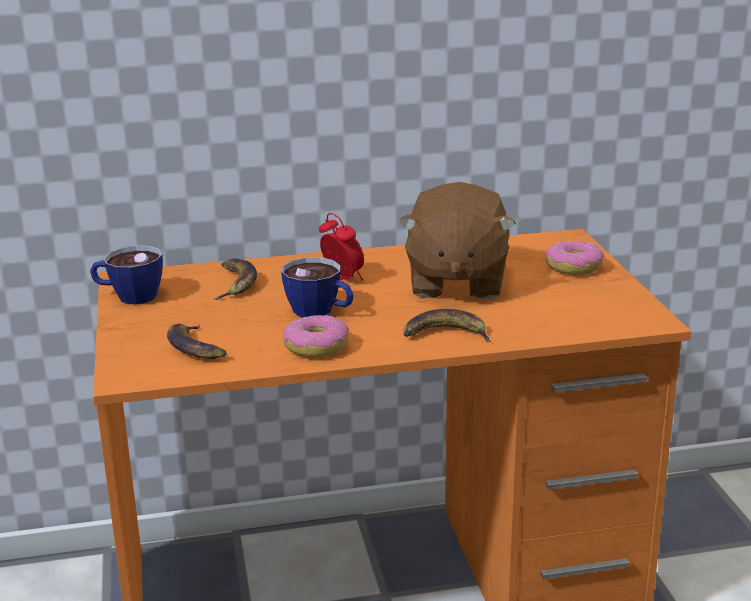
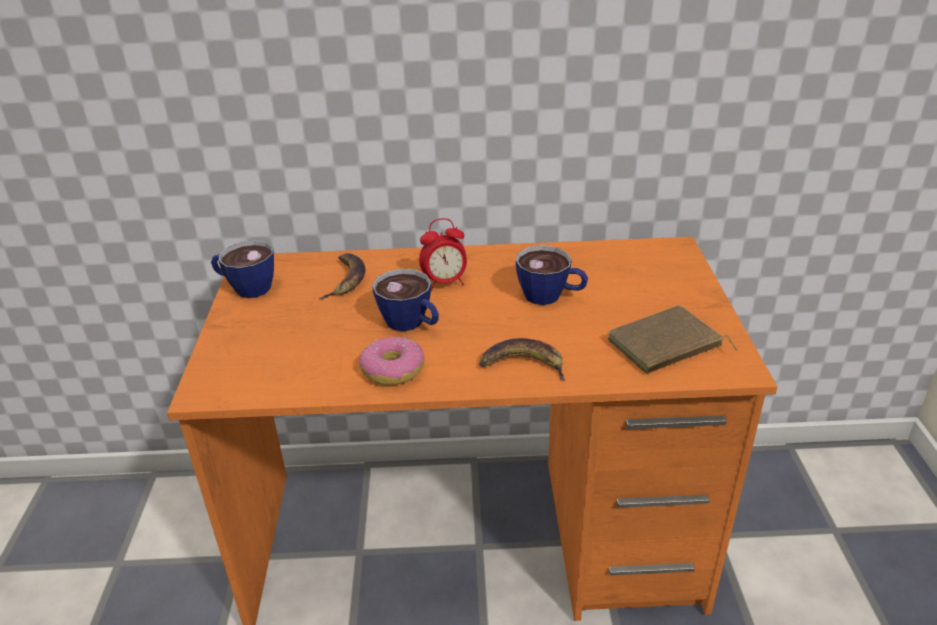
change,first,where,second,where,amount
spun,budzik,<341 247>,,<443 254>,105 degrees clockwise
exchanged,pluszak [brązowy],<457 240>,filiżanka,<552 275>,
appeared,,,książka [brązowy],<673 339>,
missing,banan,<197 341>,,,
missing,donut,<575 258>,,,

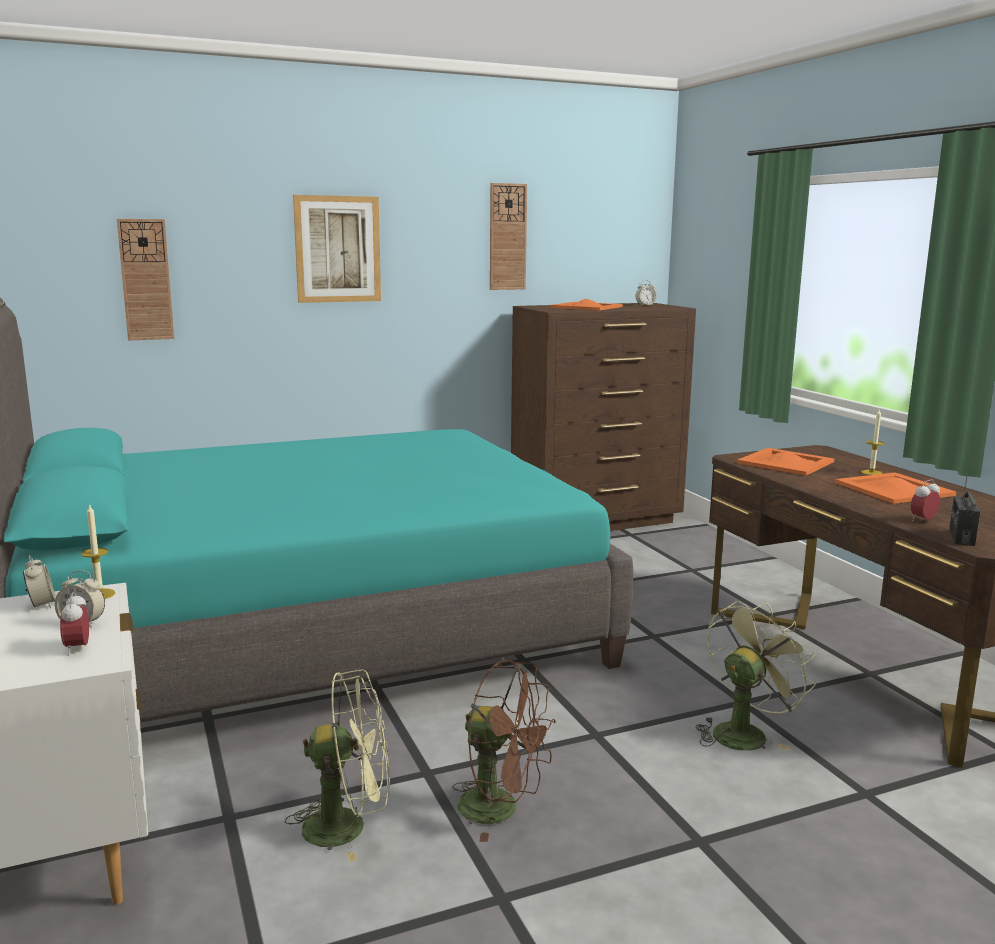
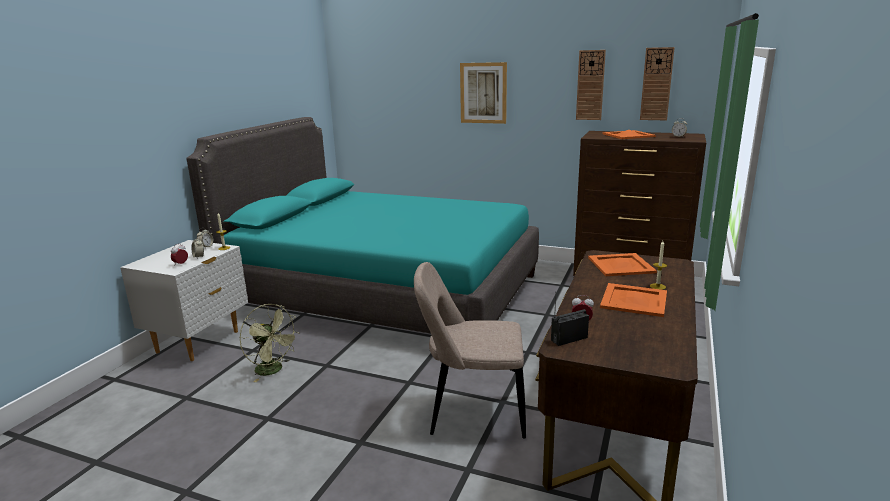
change,first,where,second,where,amount
exchanged,wentylator [zielony],<756 676>,krzesło [beżowy],<470 350>,
relocated,zegar ścienny,<145 279>,,<657 83>,
missing,wentylator [brązowy],<504 751>,,,

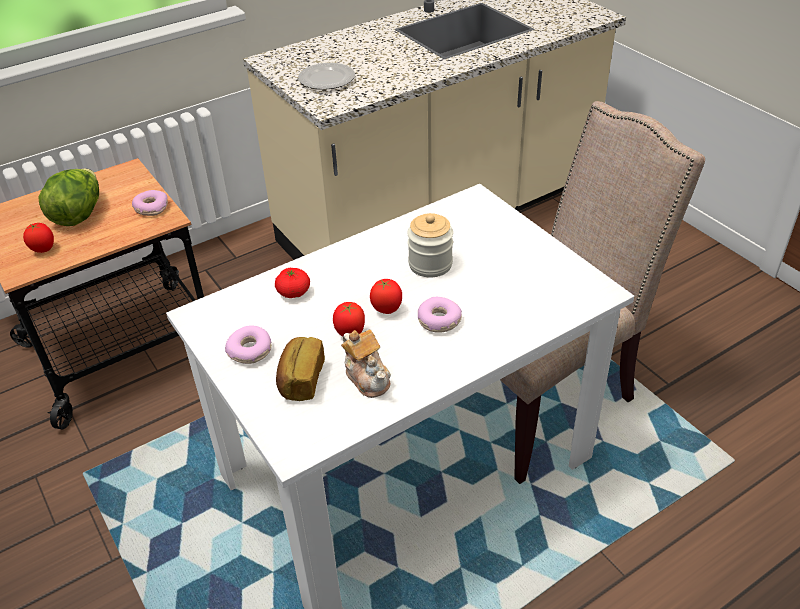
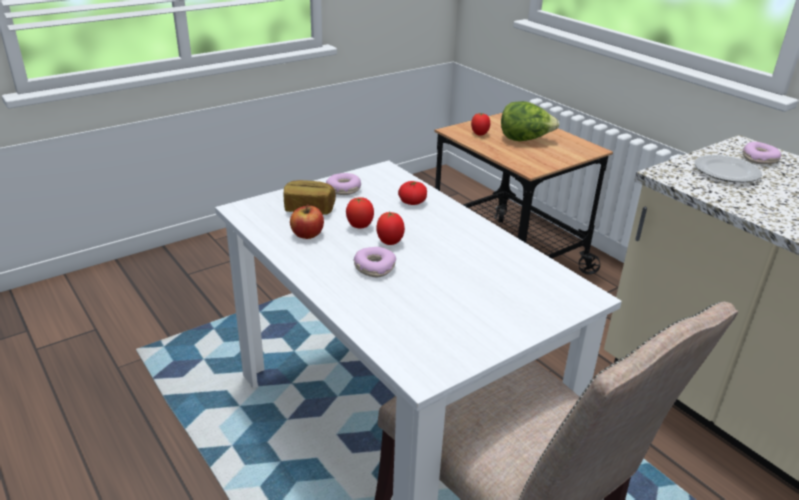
change,first,where,second,where,amount
exchanged,imbryk,<366 363>,jabłko,<307 221>,
relocated,donut,<150 203>,,<762 153>,
missing,słoik,<430 245>,,,

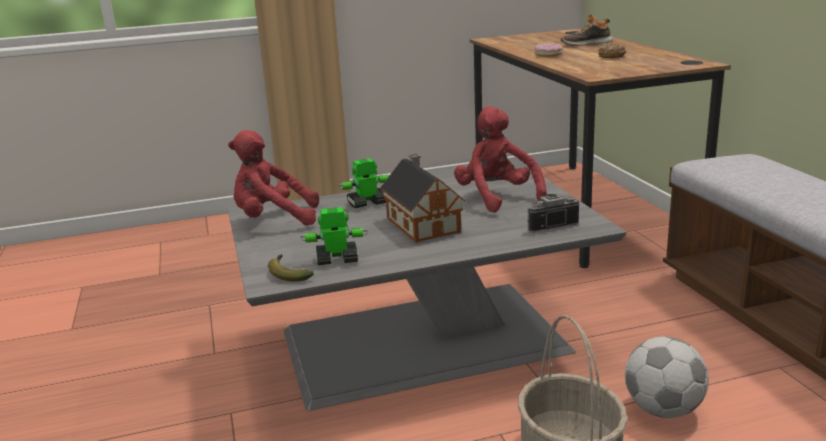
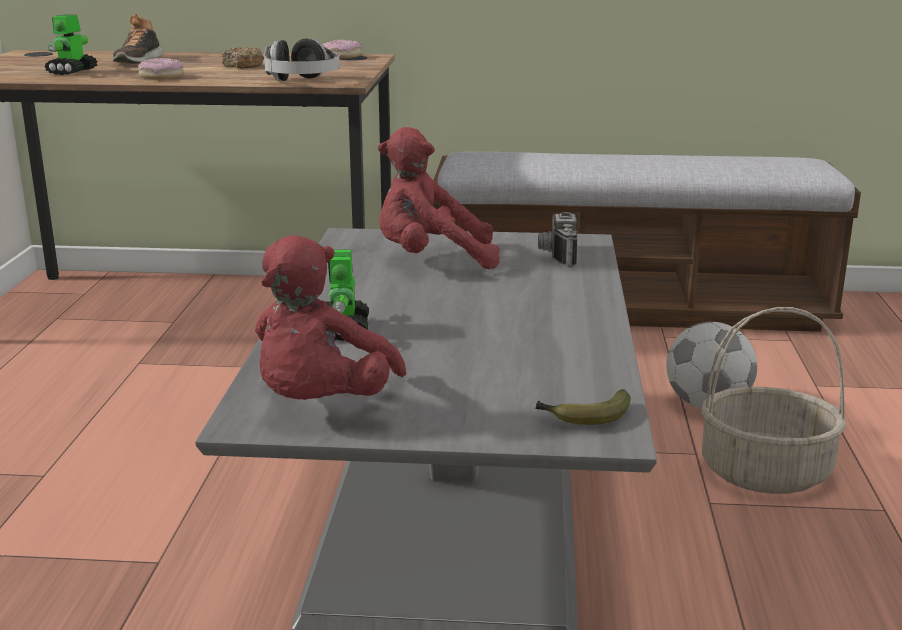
change,first,where,second,where,amount
relocated,robot zabawkowy,<334 236>,,<71 45>,
appeared,,,słuchawki,<302 60>,
appeared,,,donut,<342 49>,
missing,domek,<422 198>,,,

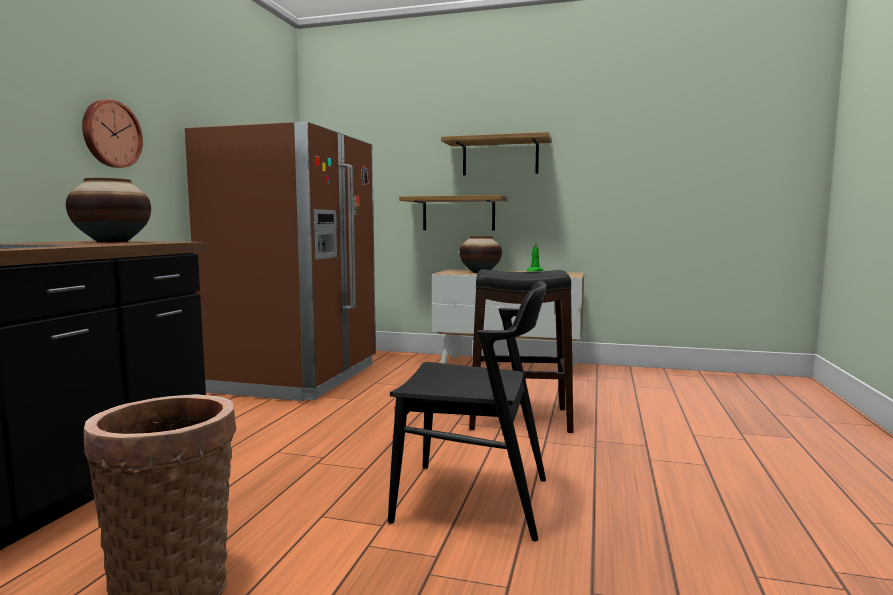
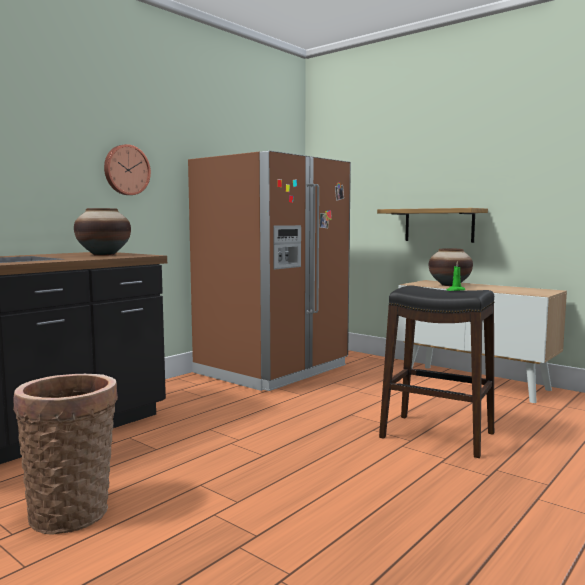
change,first,where,second,where,amount
missing,krzesło [czarny],<467 411>,,,
missing,półka,<496 153>,,,

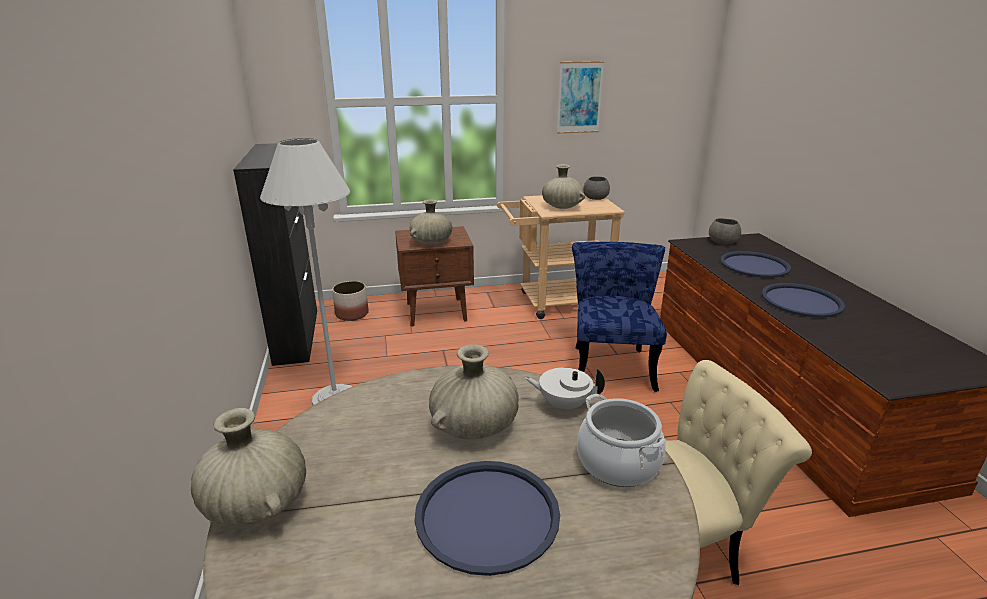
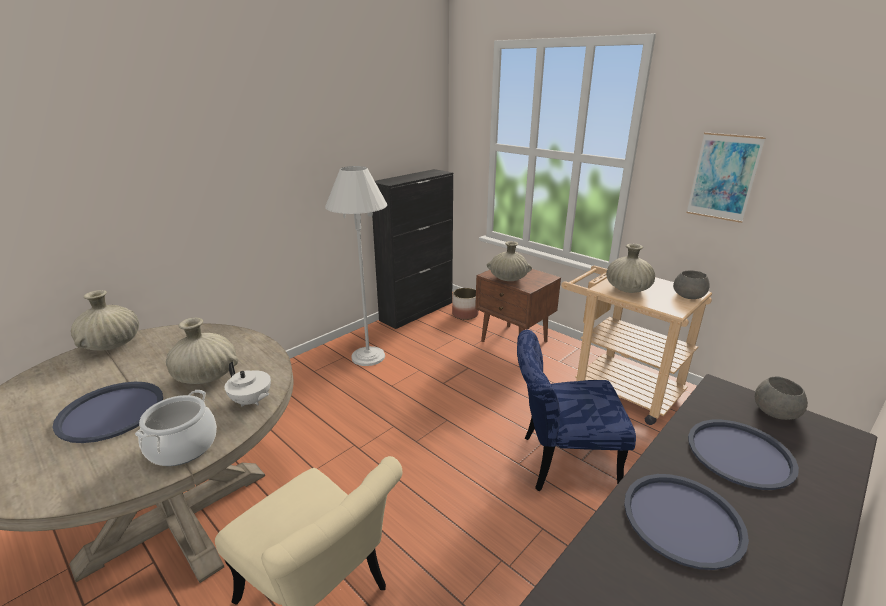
change,first,where,second,where,amount
spun,imbryk [biały],<564 390>,,<247 384>,150 degrees clockwise
spun,krzesło [niebieski],<619 317>,,<576 410>,150 degrees counterclockwise

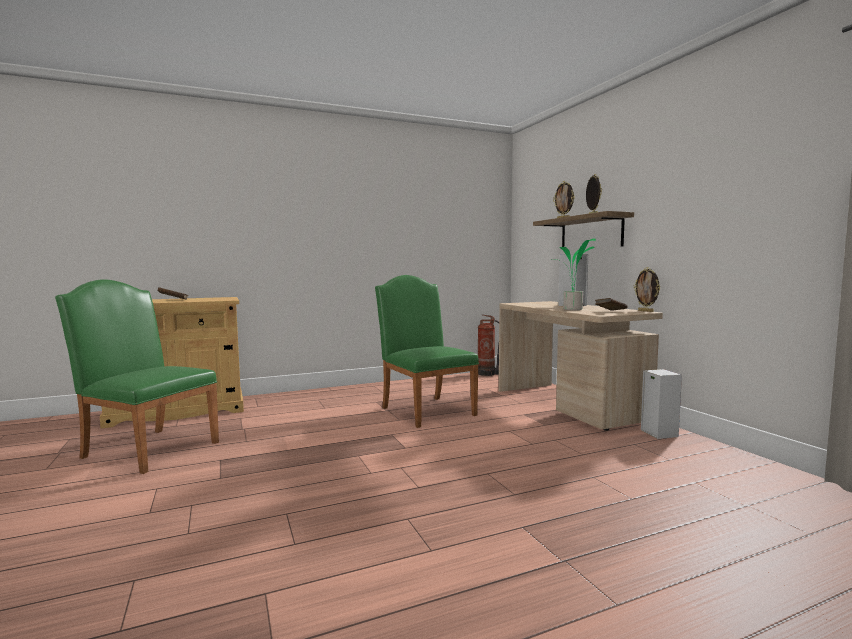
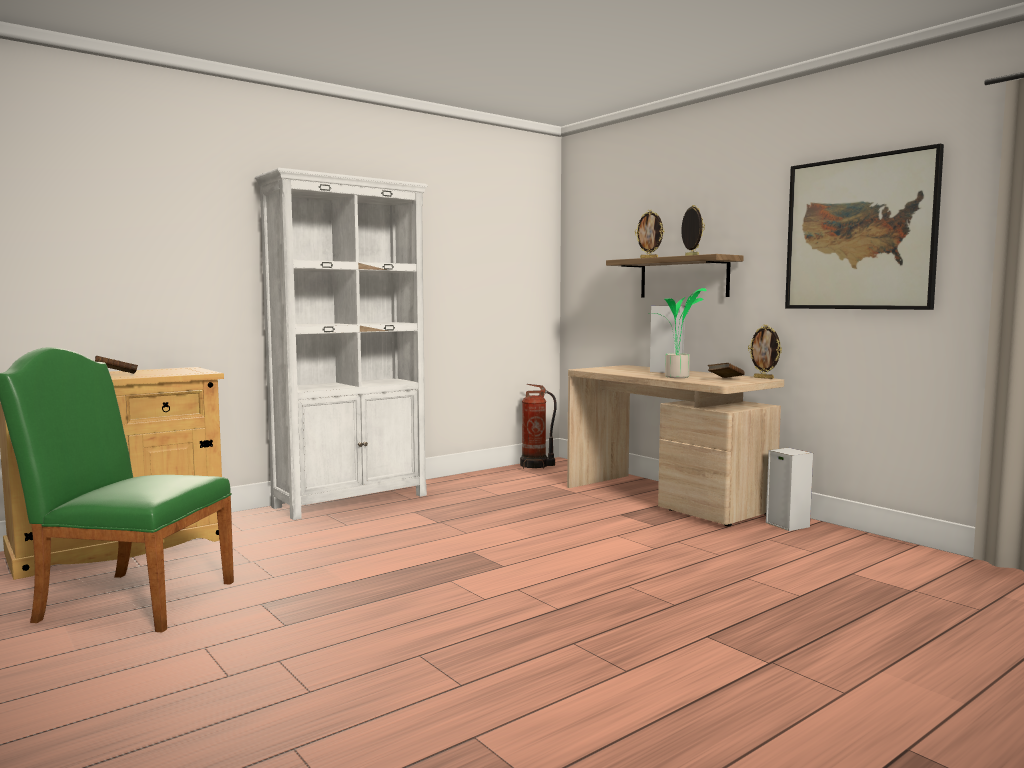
change,first,where,second,where,amount
appeared,,,regał [biały],<341 344>,
appeared,,,obraz,<864 227>,
missing,krzesło [zielony],<427 351>,,,

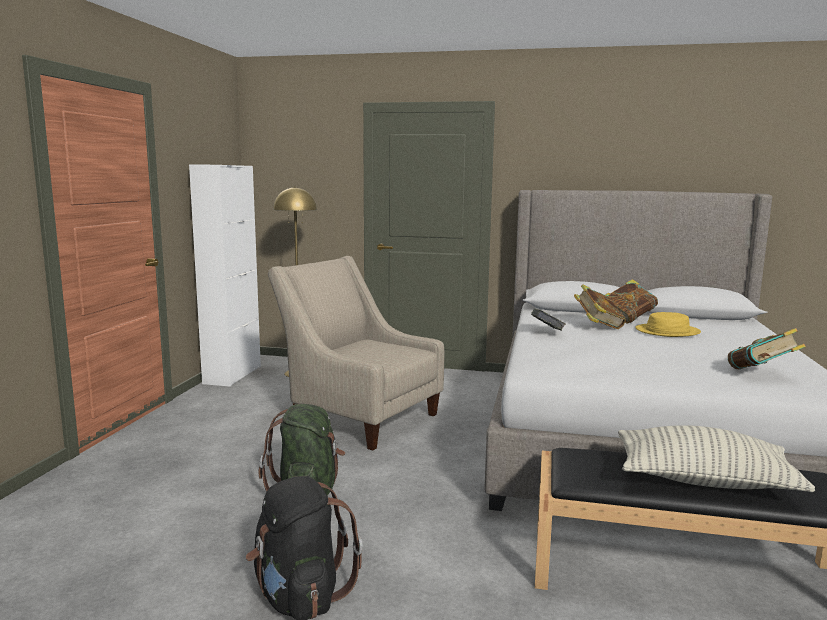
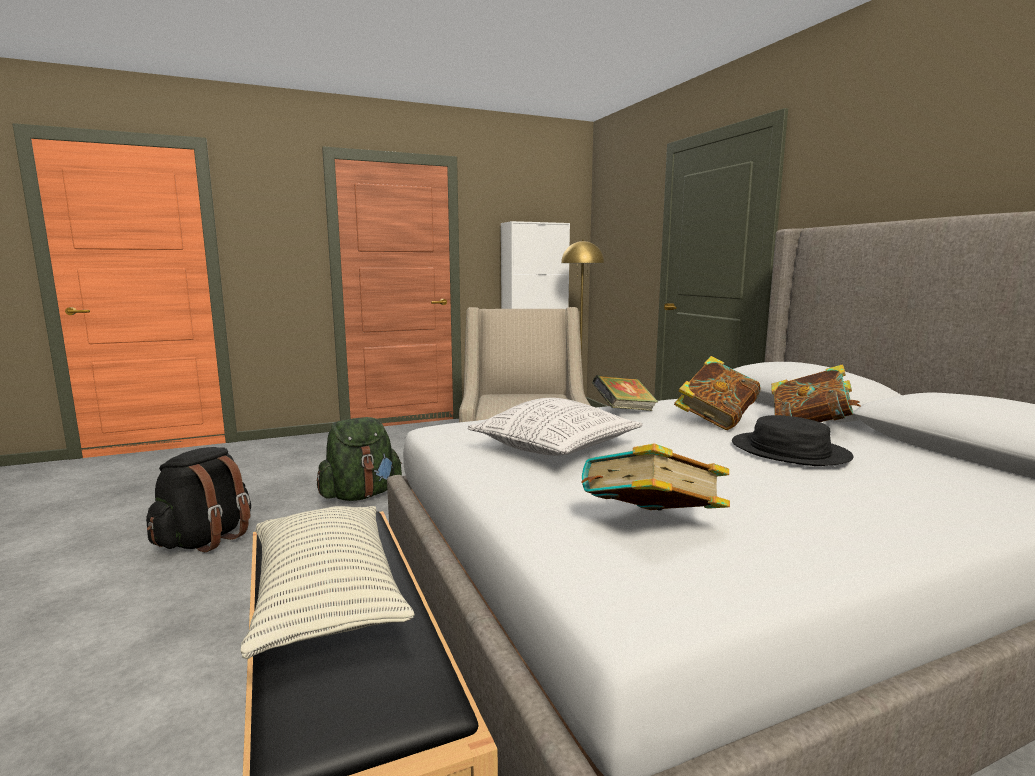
change,first,where,second,where,amount
appeared,,,poduszka,<555 427>,
colour,kapelusz [żółty],<668 324>,kapelusz [czarny],<792 440>,

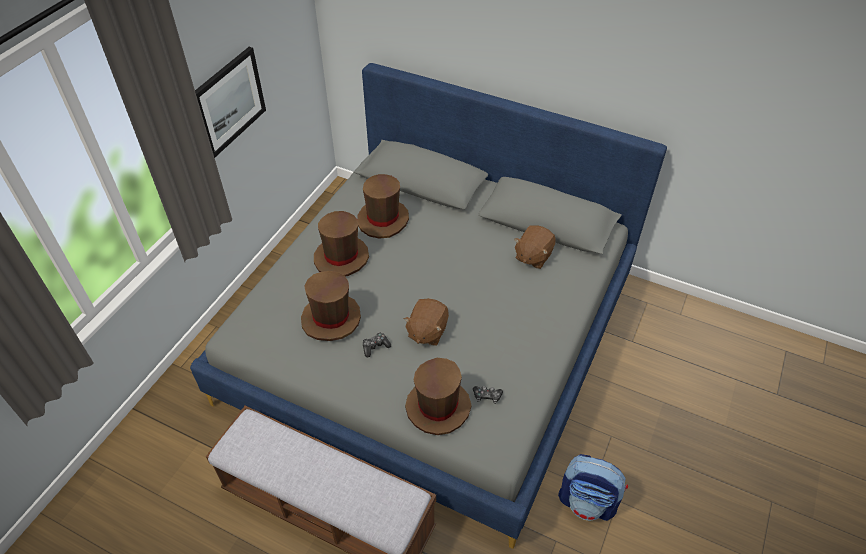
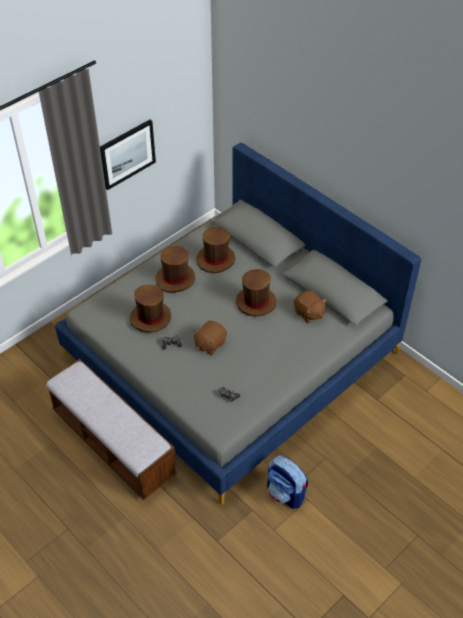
change,first,where,second,where,amount
relocated,kapelusz [brązowy],<438 396>,,<256 293>,
spun,pluszak [brązowy],<534 247>,,<310 306>,90 degrees counterclockwise

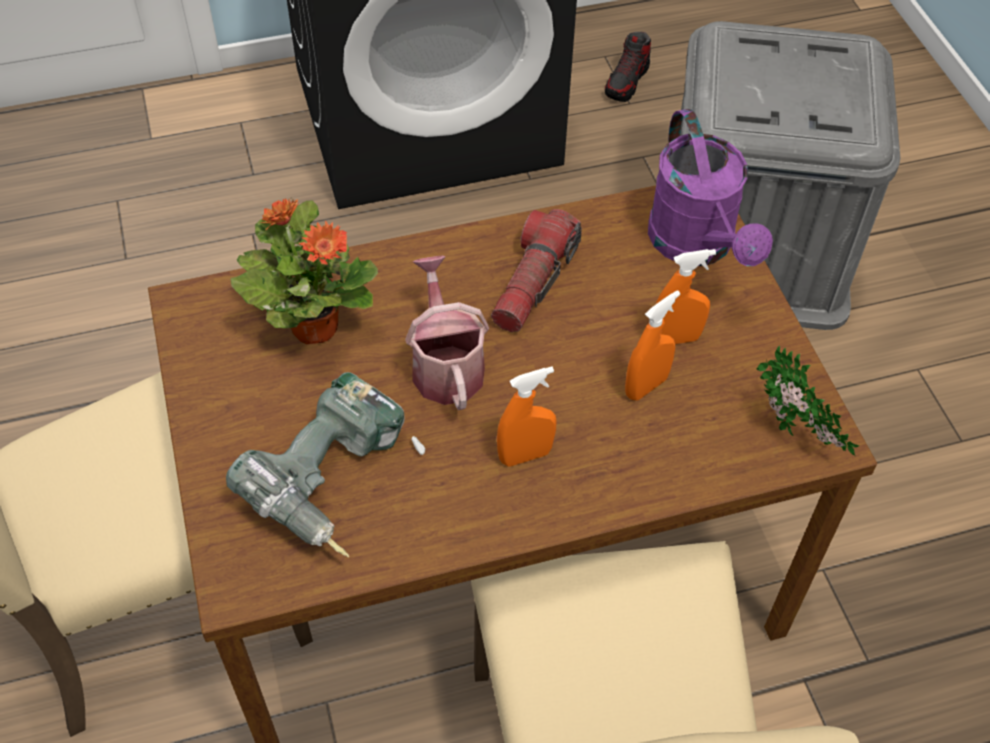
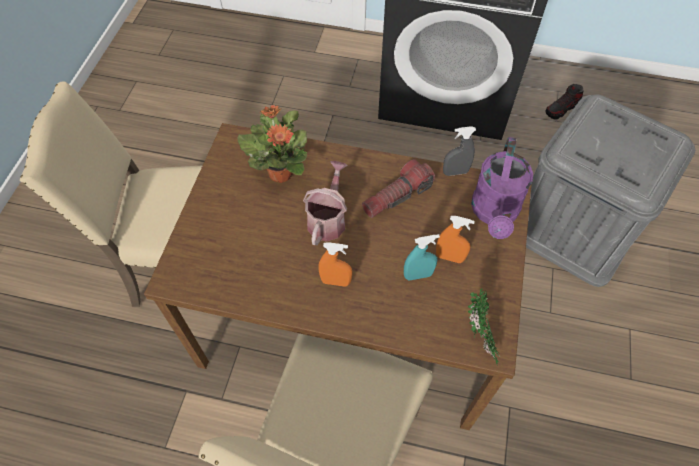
change,first,where,second,where,amount
colour,spryskiwacz [pomarańczowy],<652 345>,spryskiwacz [turkusowy],<422 257>,
appeared,,,spryskiwacz [szary],<459 151>,
missing,wiertarka,<325 464>,,,

